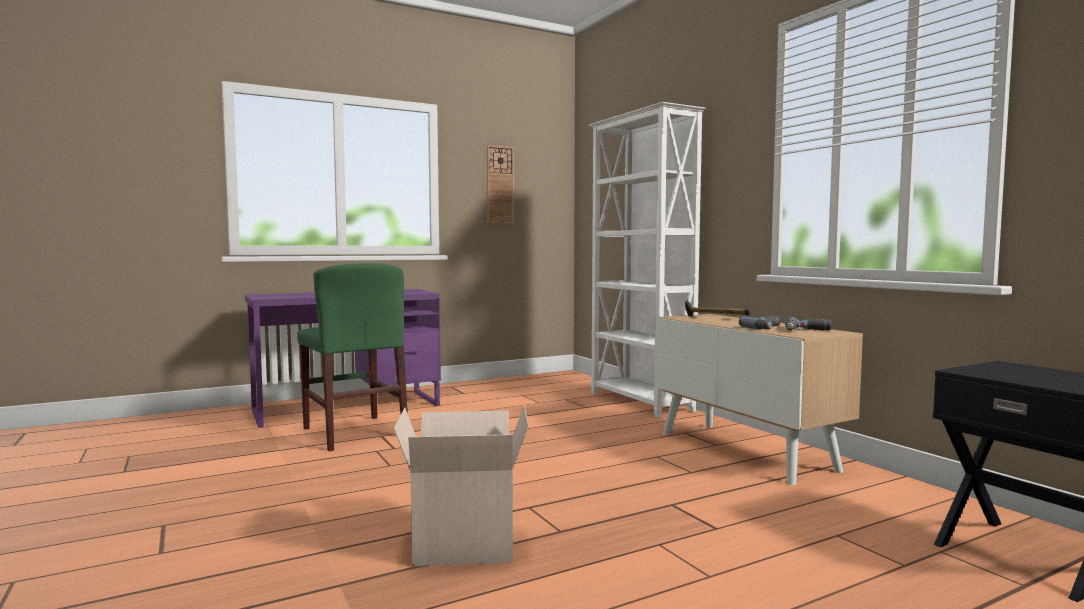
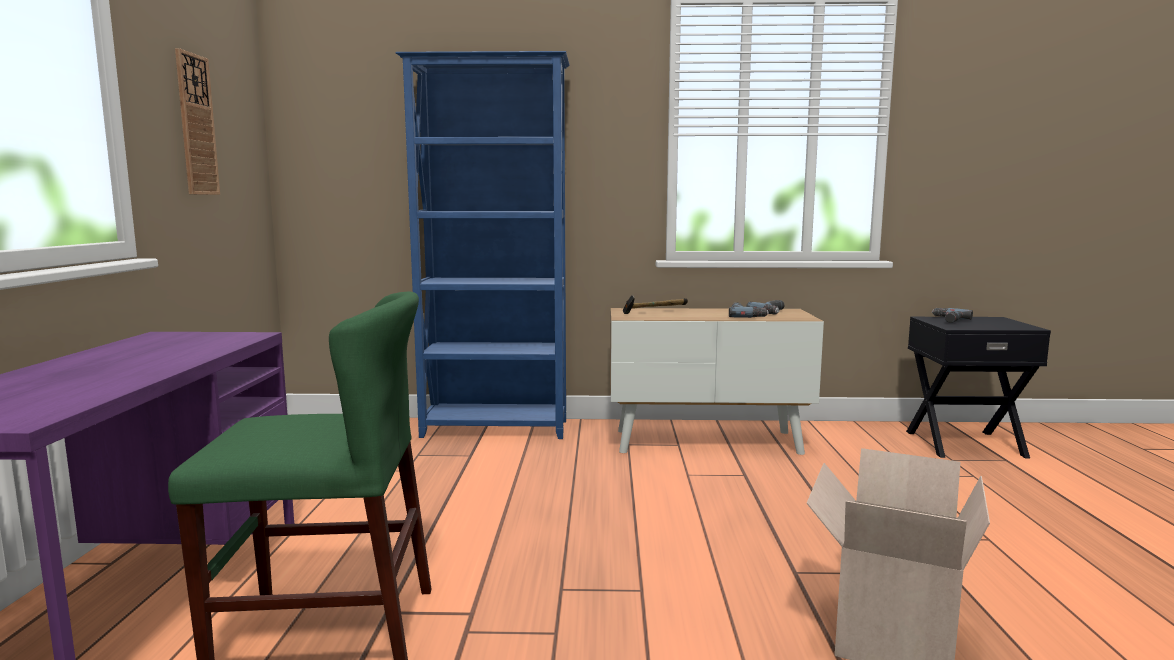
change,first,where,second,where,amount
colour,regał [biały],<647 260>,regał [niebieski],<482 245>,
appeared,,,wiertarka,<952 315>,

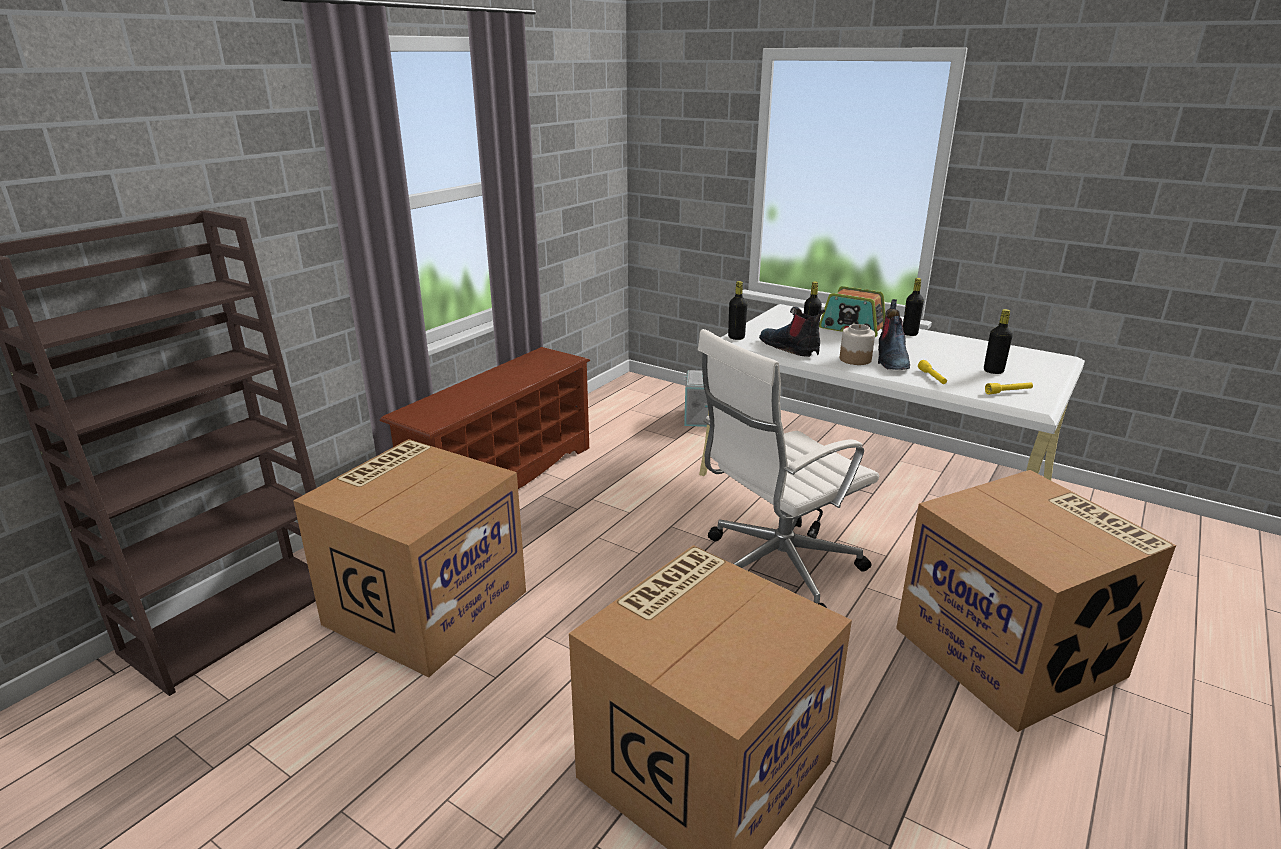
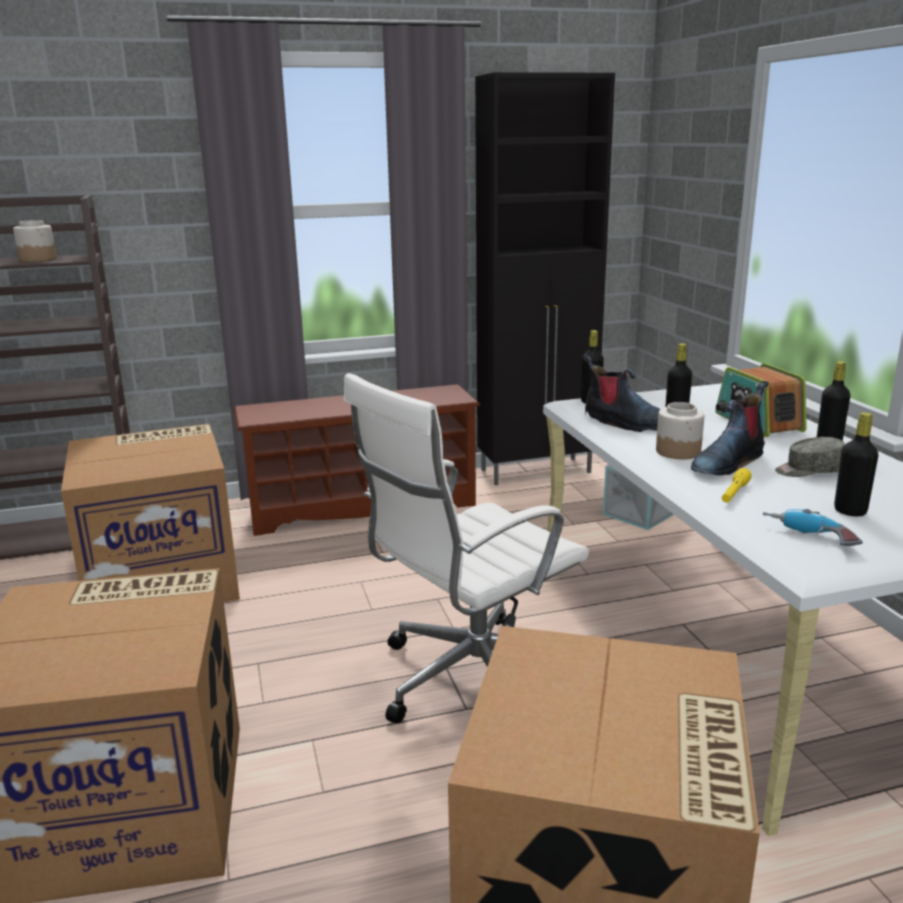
change,first,where,second,where,amount
appeared,,,słoik,<35 241>,
spun,krzesło biurowe [biały],<788 468>,,<466 548>,45 degrees counterclockwise
appeared,,,szafka [czarny],<545 279>,
spun,but z cholewką,<792 332>,,<622 393>,120 degrees clockwise
exchanged,latarka [żółty],<1009 388>,wiertarka,<813 527>,
appeared,,,czapka z daszkiem [szary],<810 457>,

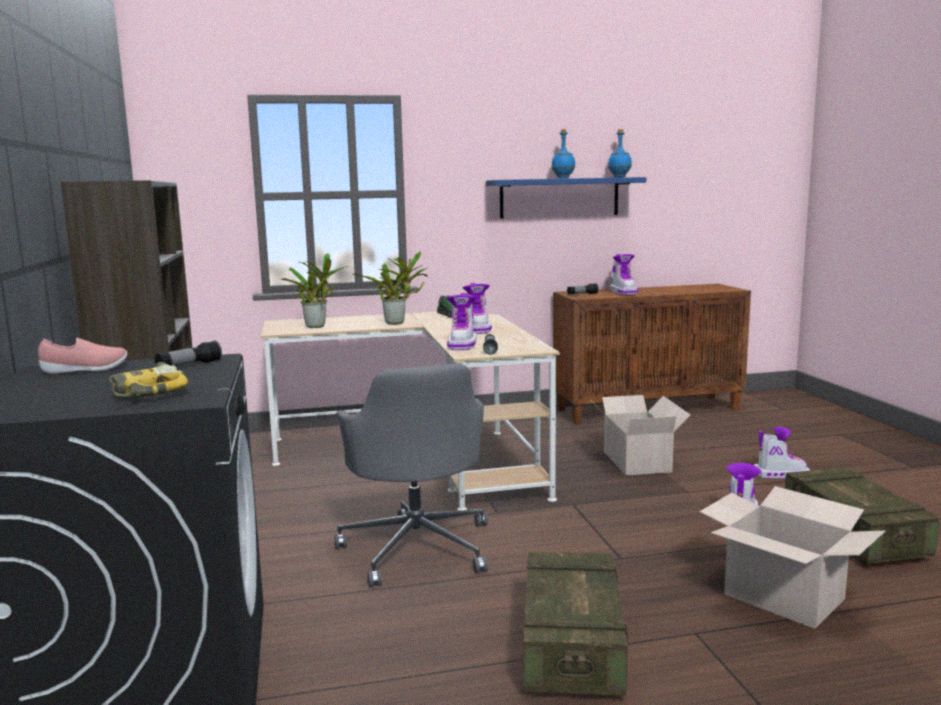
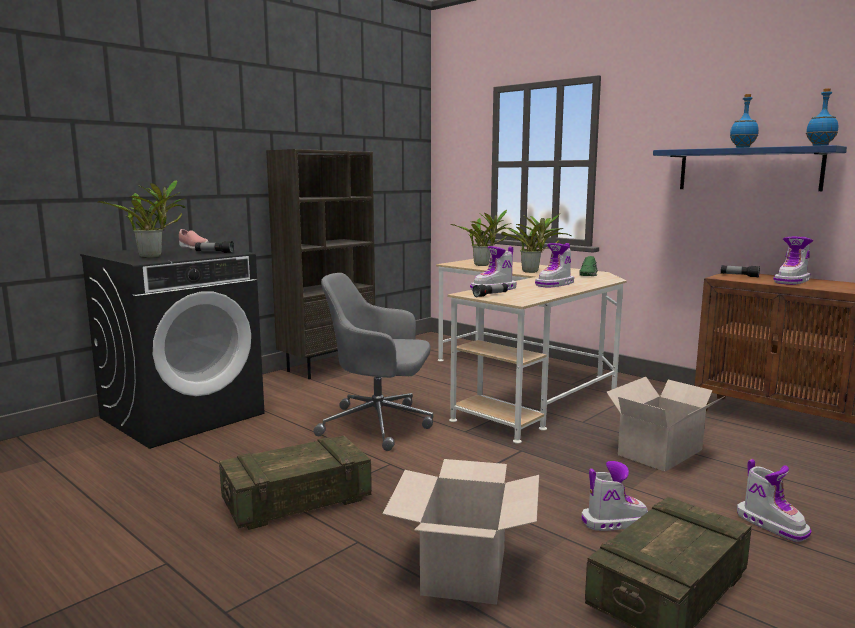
change,first,where,second,where,amount
exchanged,wiertarka,<148 380>,roślina doniczkowa,<141 219>,
spun,krzesło biurowe [szary],<411 475>,,<373 362>,60 degrees clockwise

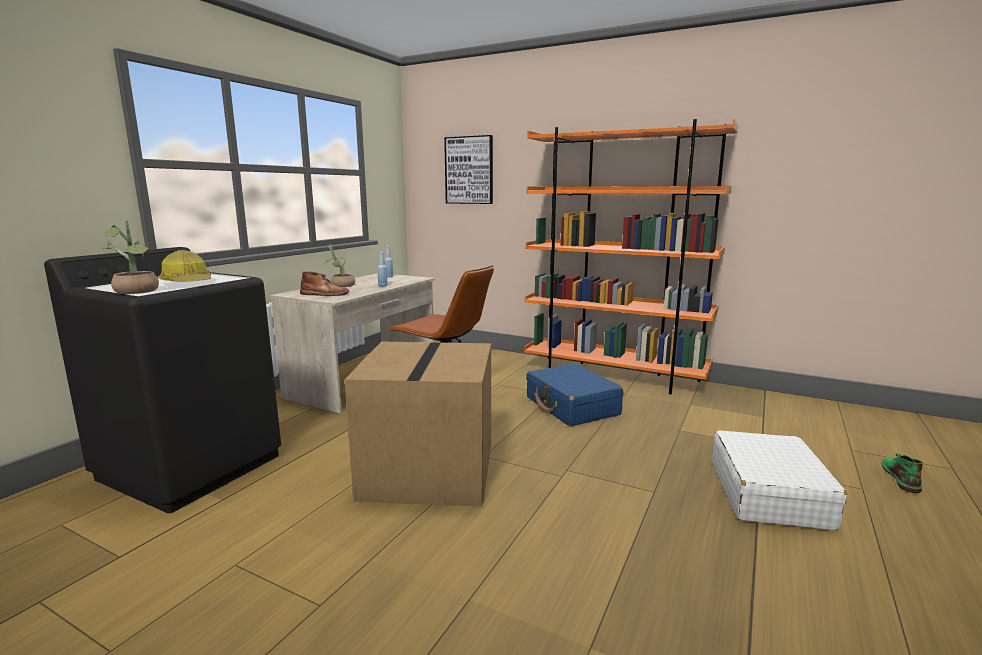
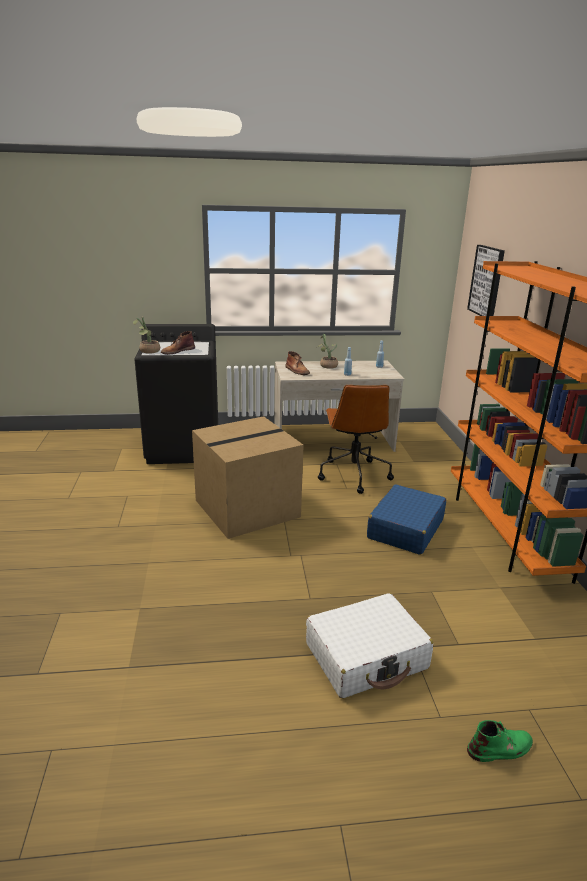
change,first,where,second,where,amount
exchanged,kask,<184 266>,but z cholewką [brązowy],<178 343>,

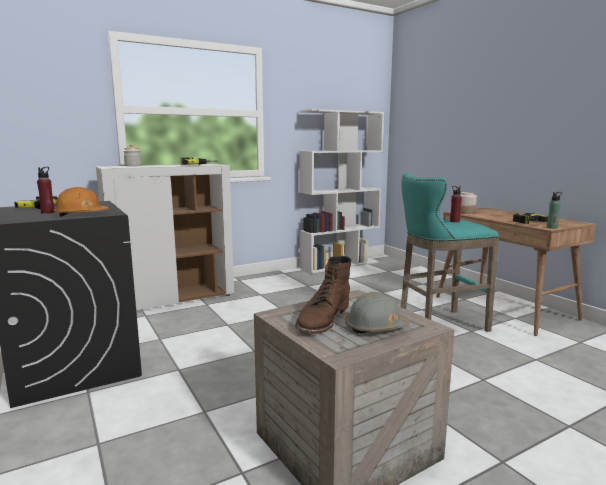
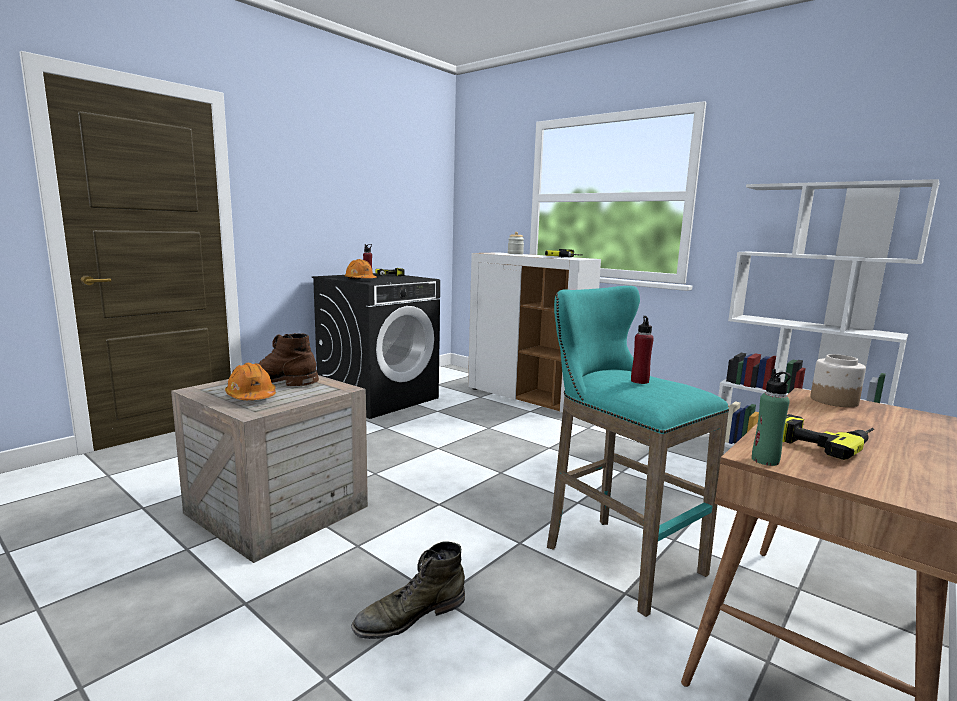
change,first,where,second,where,amount
colour,kask [szary],<377 312>,kask [pomarańczowy],<250 381>,
appeared,,,but z cholewką [zielony],<408 590>,

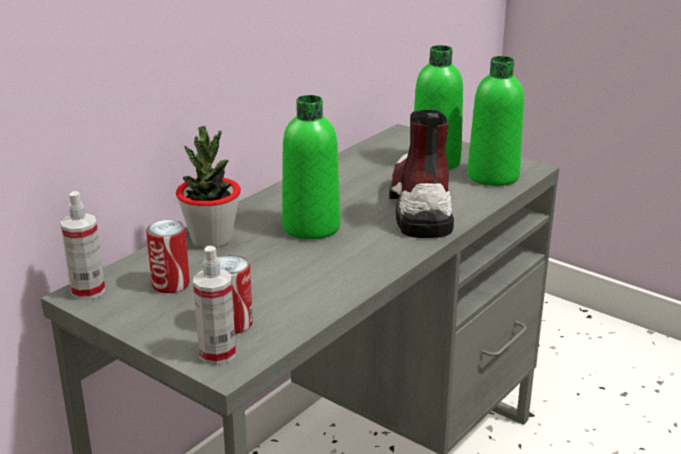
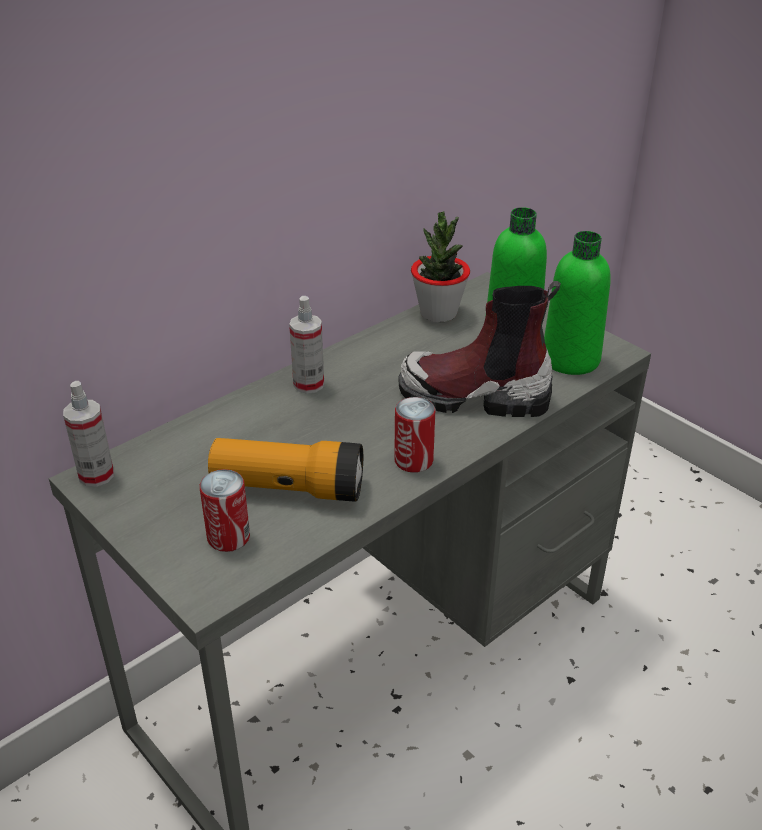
change,first,where,second,where,amount
appeared,,,latarka,<285 470>,
relocated,spryskiwacz,<214 305>,,<306 345>,
relocated,puszka,<168 256>,,<414 435>,
spun,but z cholewką,<421 174>,,<479 349>,90 degrees counterclockwise
relocated,roślina doniczkowa,<208 187>,,<440 267>,
missing,butelka [zielony],<311 167>,,,

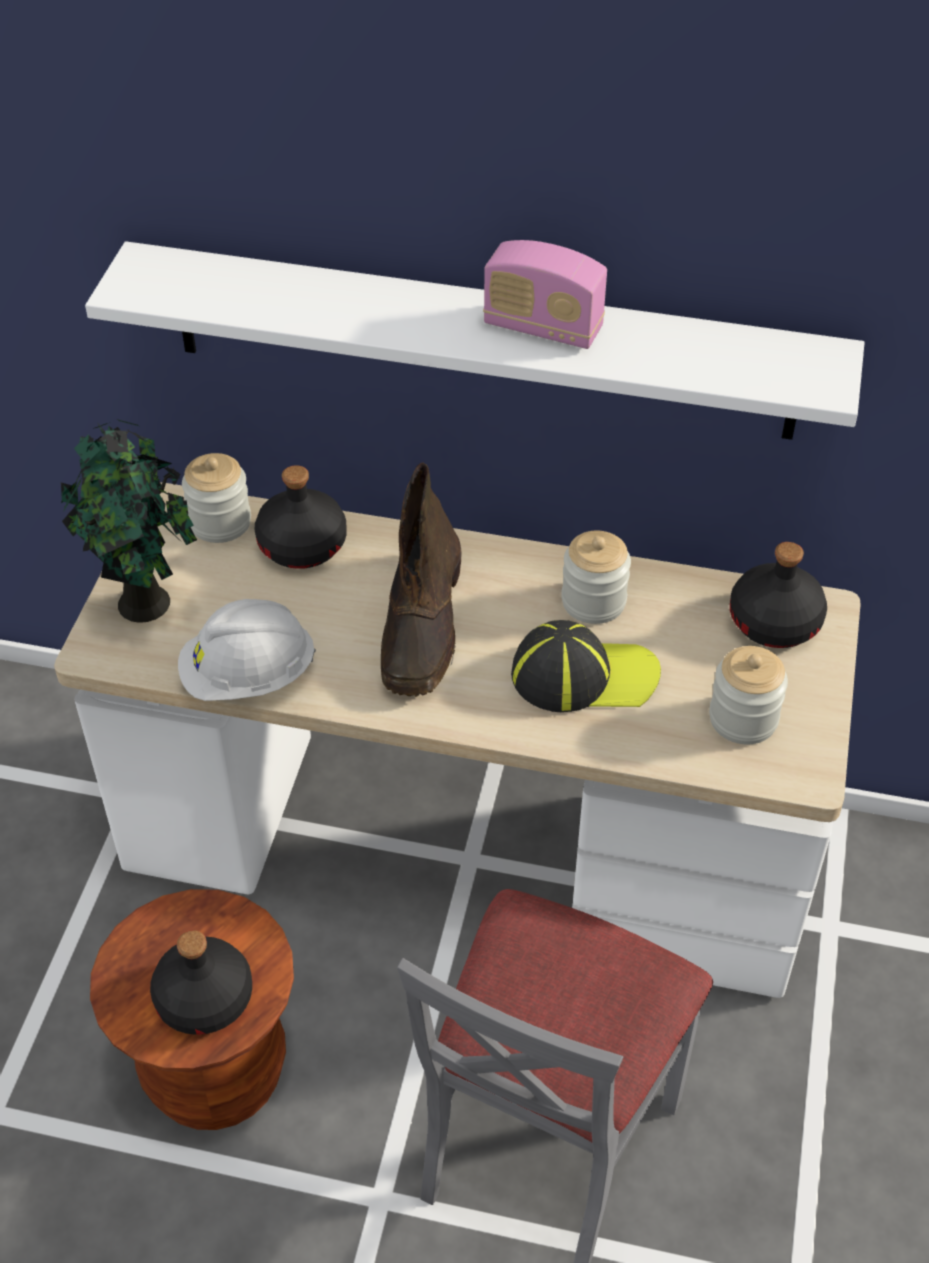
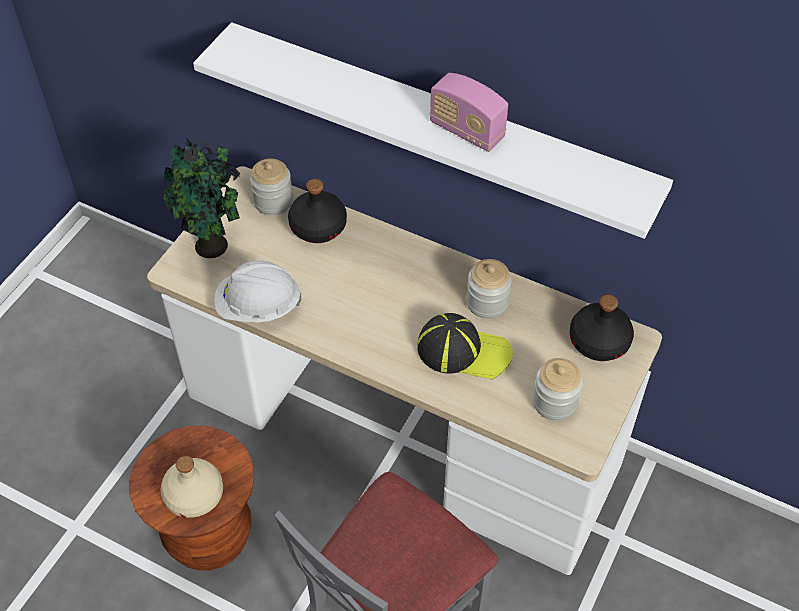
change,first,where,second,where,amount
colour,butelka [czarny],<201 982>,butelka [beżowy],<192 487>,
missing,but z cholewką [brązowy],<421 580>,,,

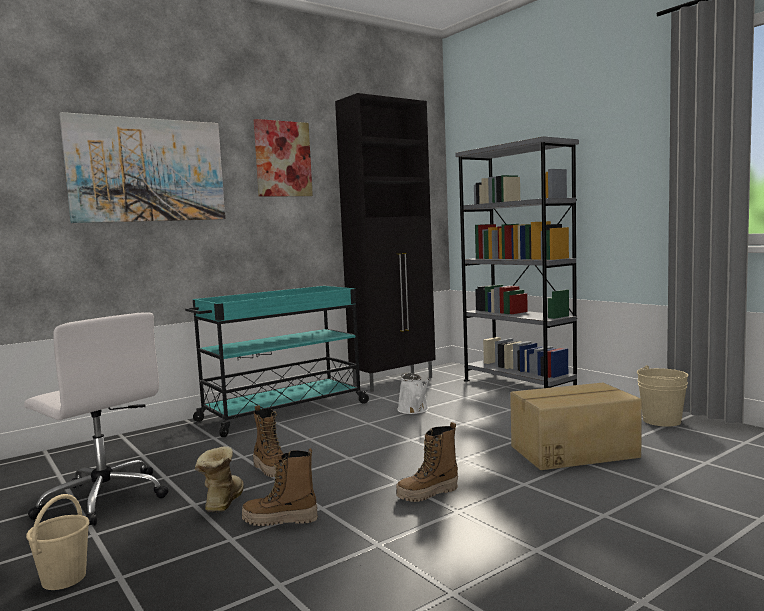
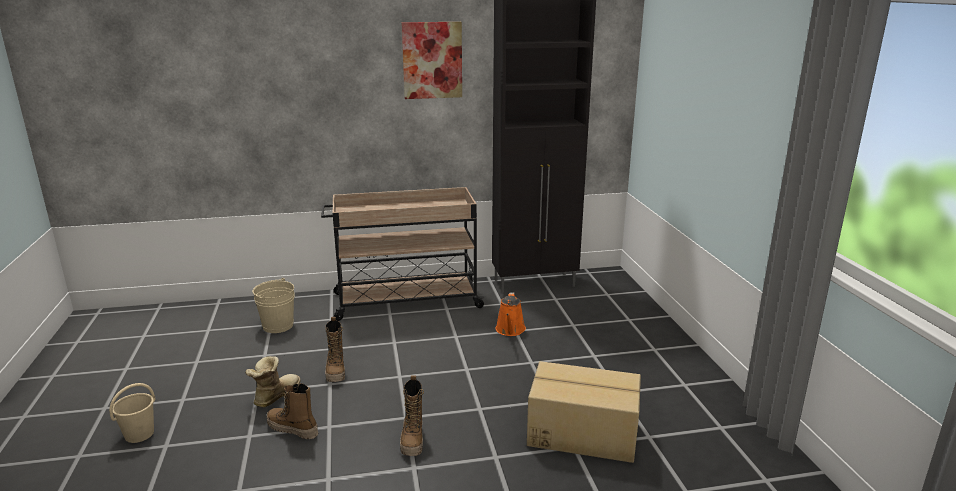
change,first,where,second,where,amount
relocated,wiadro [beżowy],<662 396>,,<273 305>,
colour,wózek [turkusowy],<277 361>,wózek [beżowy],<403 254>,
spun,but z cholewką,<427 462>,,<412 415>,90 degrees counterclockwise
colour,konewka [biały],<413 393>,konewka [pomarańczowy],<510 314>,
missing,krzesło biurowe [biały],<96 419>,,,
missing,obraz,<142 167>,,,
missing,regał [szary],<517 262>,,,

